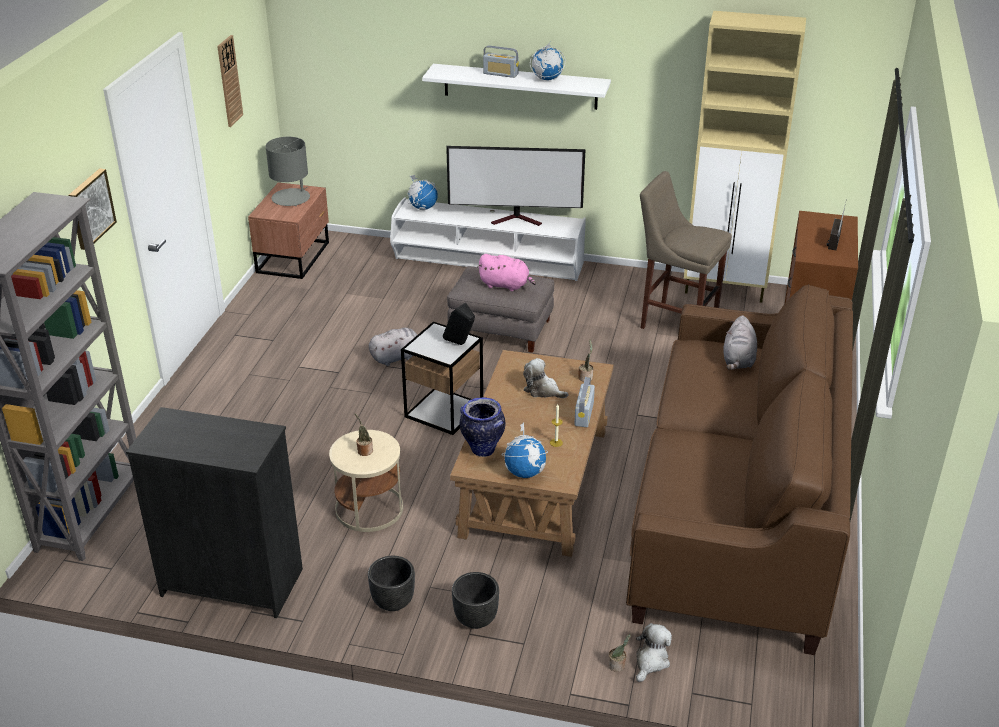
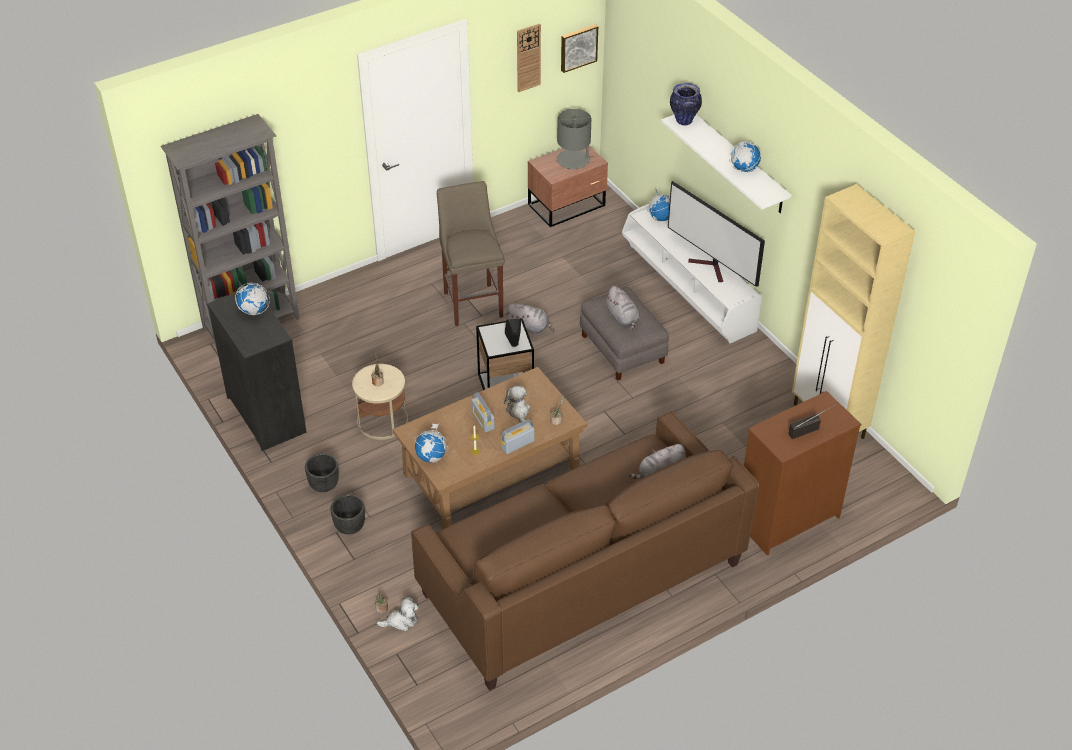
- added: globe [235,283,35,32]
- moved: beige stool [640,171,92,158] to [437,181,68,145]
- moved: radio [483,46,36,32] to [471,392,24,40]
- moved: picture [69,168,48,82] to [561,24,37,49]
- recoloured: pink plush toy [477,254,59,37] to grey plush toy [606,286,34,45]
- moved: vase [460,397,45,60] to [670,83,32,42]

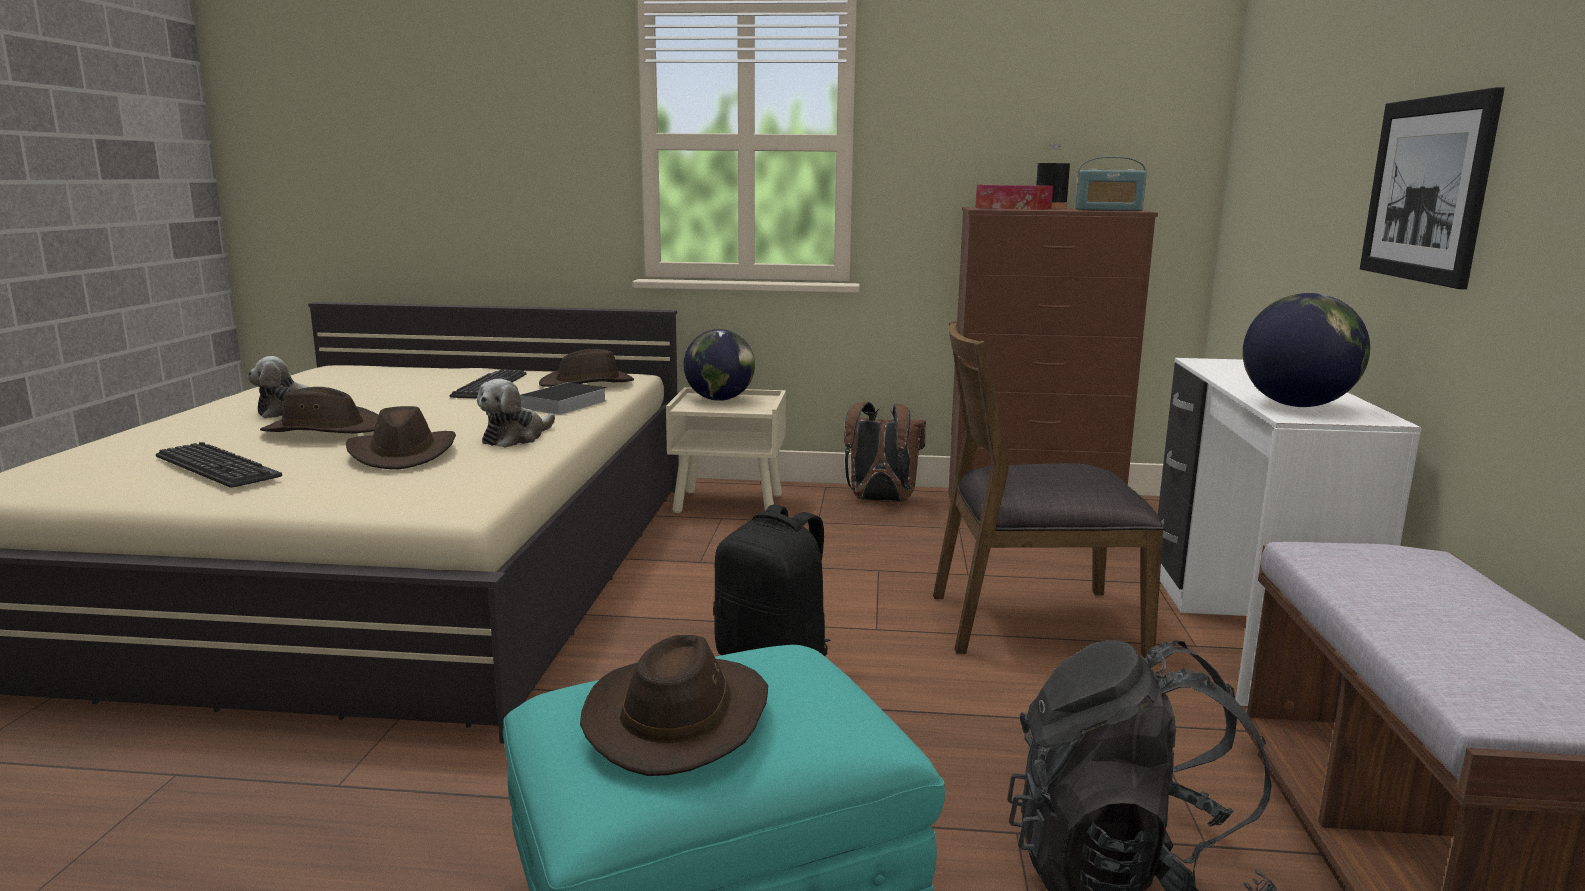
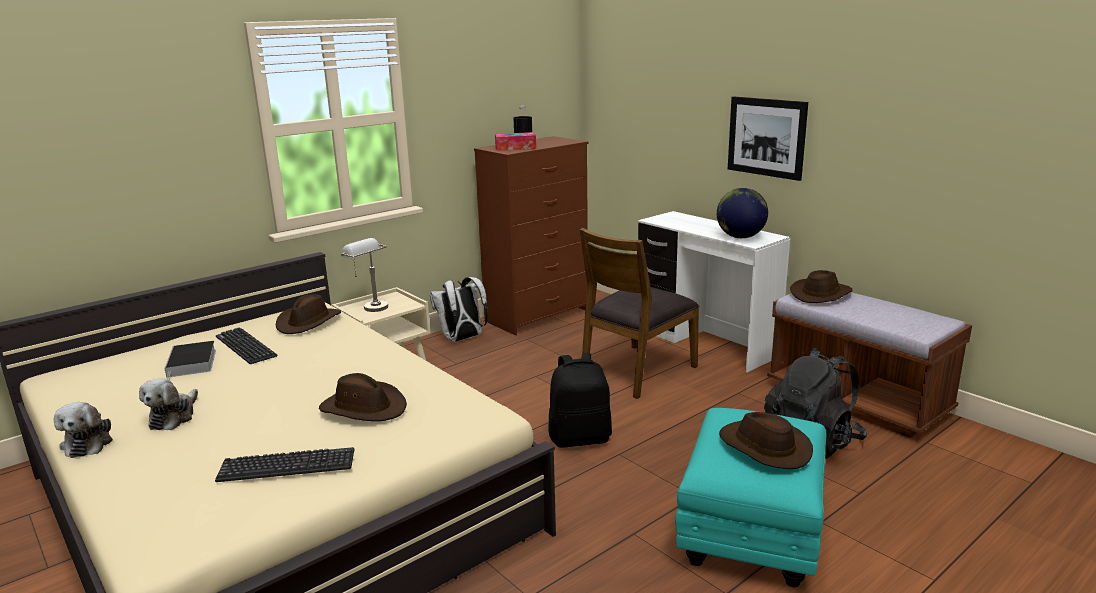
- moved: plush toy [477,379,78,69] to [53,402,60,56]
- moved: book [520,382,87,33] to [164,341,52,40]
- replaced: globe [684,329,71,72] to grey table lamp [341,238,47,74]
- recoloured: brown backpack [844,402,82,100] to white backpack [430,277,58,65]
- moved: brown hat [260,387,119,46] to [790,270,63,33]
- removed: radio [1075,157,72,54]

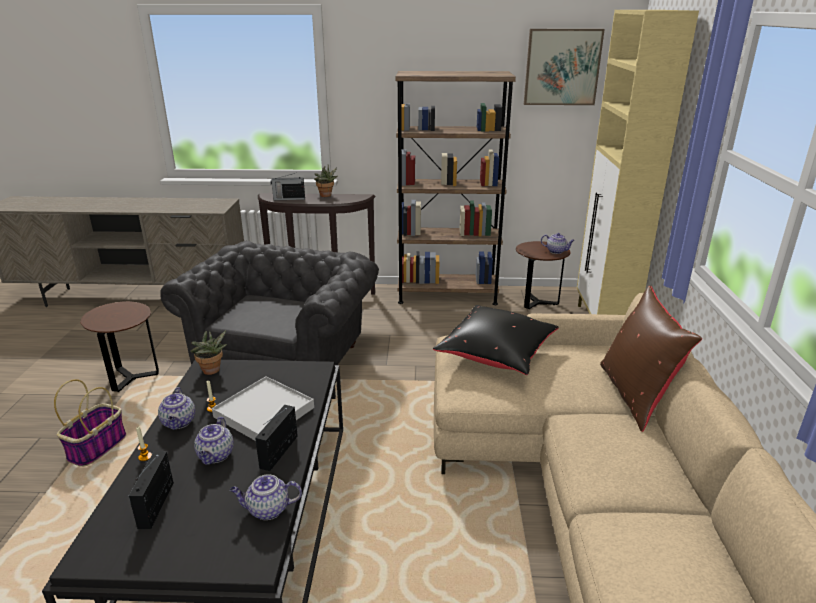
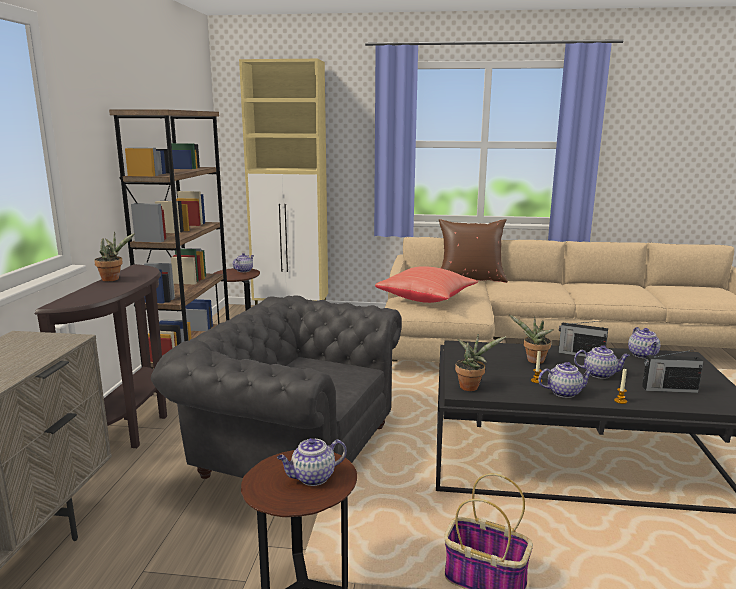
- added: teapot [277,438,70,48]
- recoloured: black pillow [433,305,126,70] to red pillow [375,266,103,37]
- replaced: white tray [212,376,102,65] to potted plant [509,315,45,49]
- removed: radio [271,173,34,27]
- removed: picture [524,29,81,76]

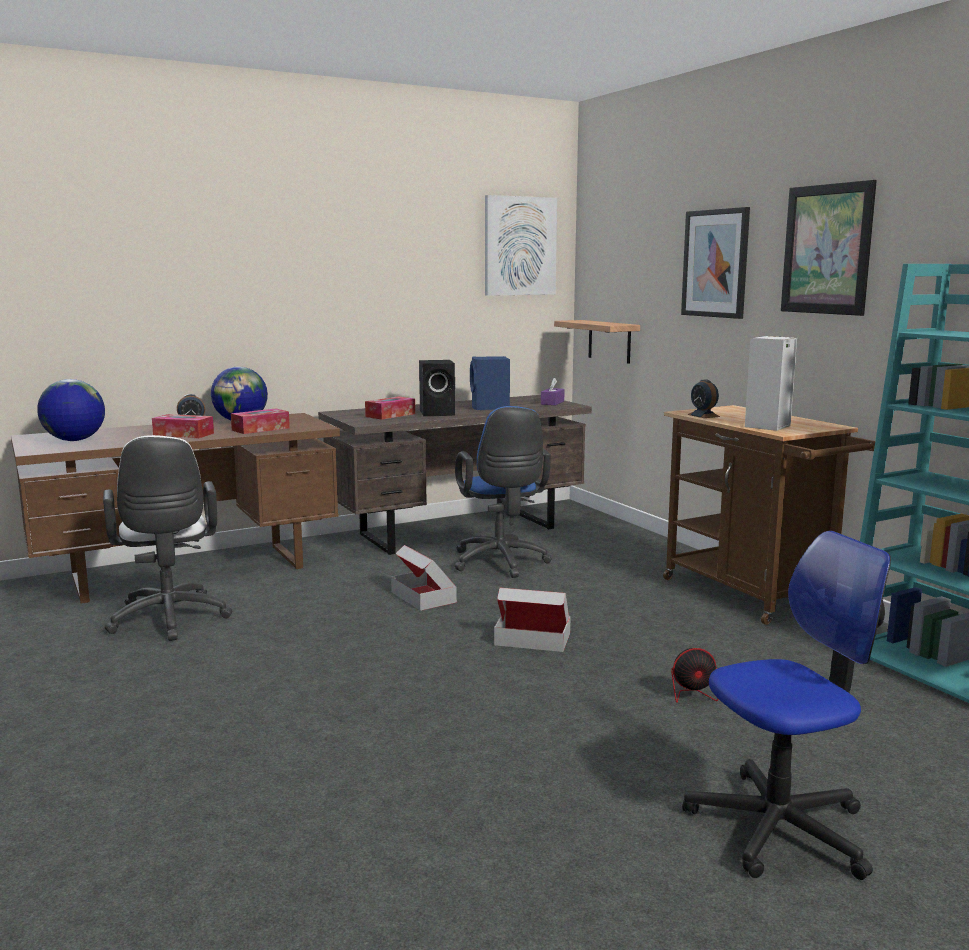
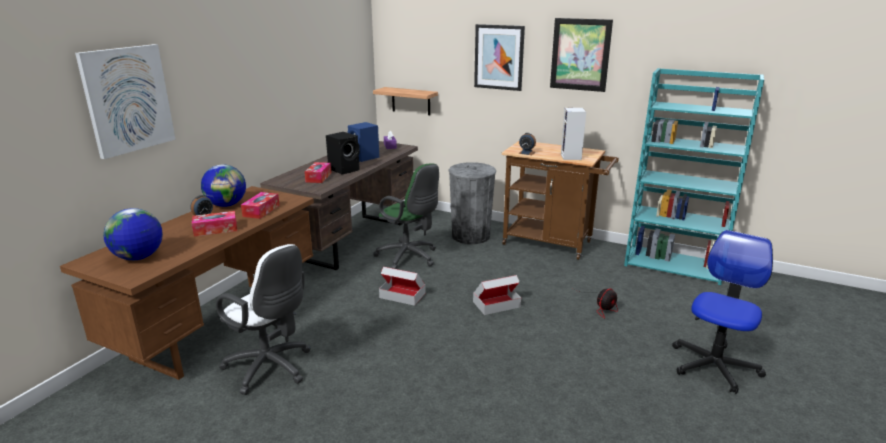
- moved: picture [485,195,72,101] to [75,44,101,115]
- recoloured: blue office chair [454,406,98,172] to green office chair [373,163,66,106]
- added: grey trash can [448,162,48,82]

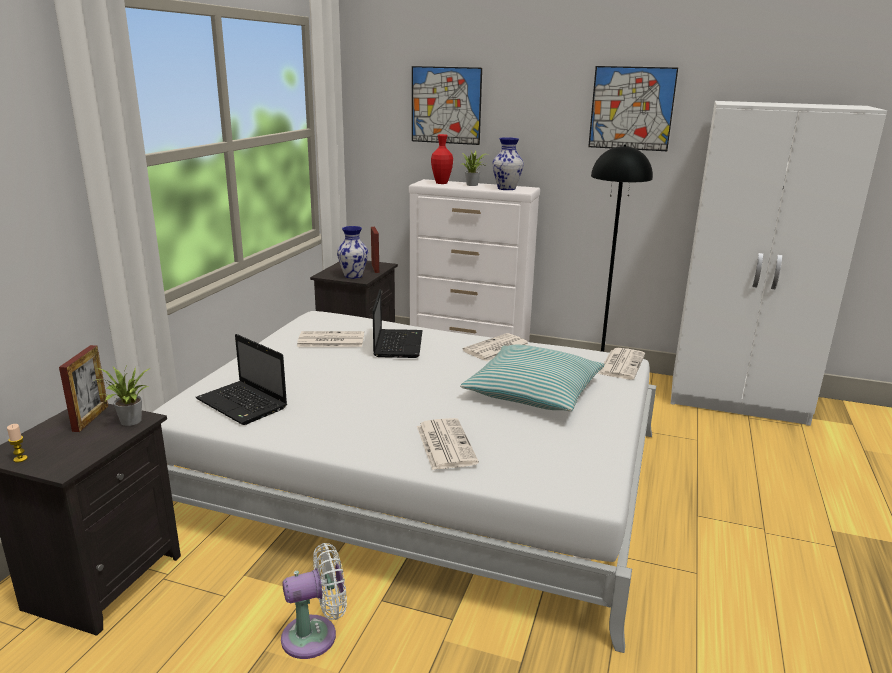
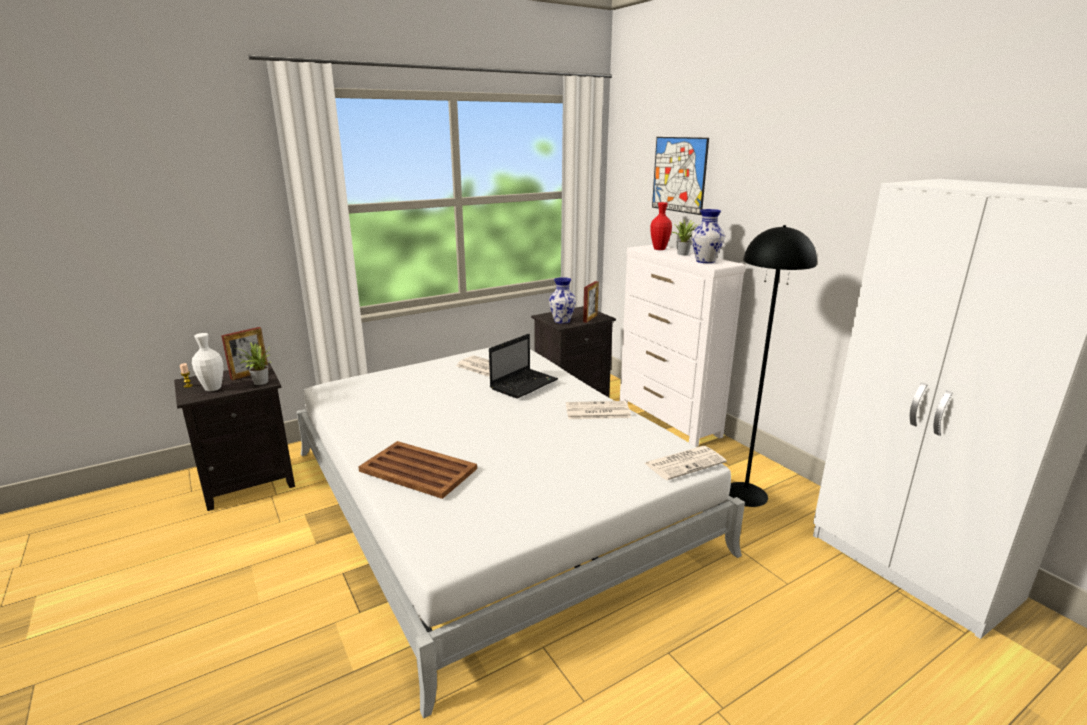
- added: white vase [192,333,31,58]
- replaced: newspaper [417,418,62,52] to brown tray [358,441,119,58]
- removed: laptop [196,334,91,91]
- removed: white fan [281,543,66,116]
- removed: pillow [460,345,145,66]
- removed: picture [588,66,90,85]

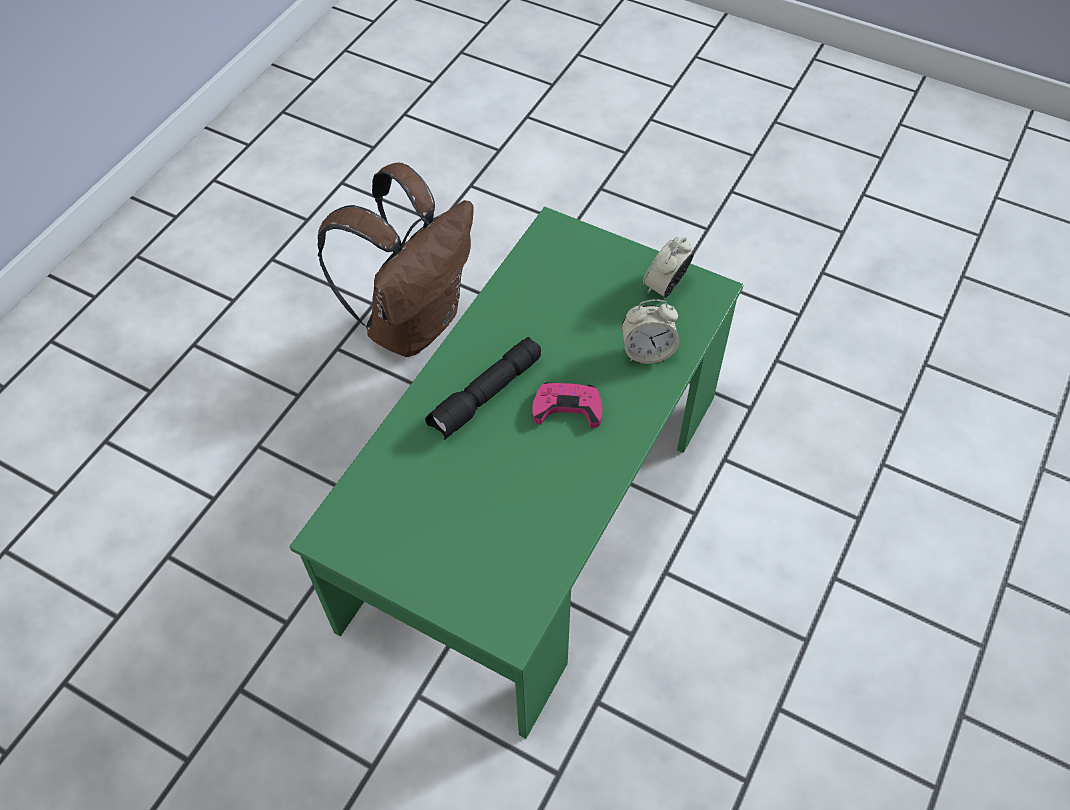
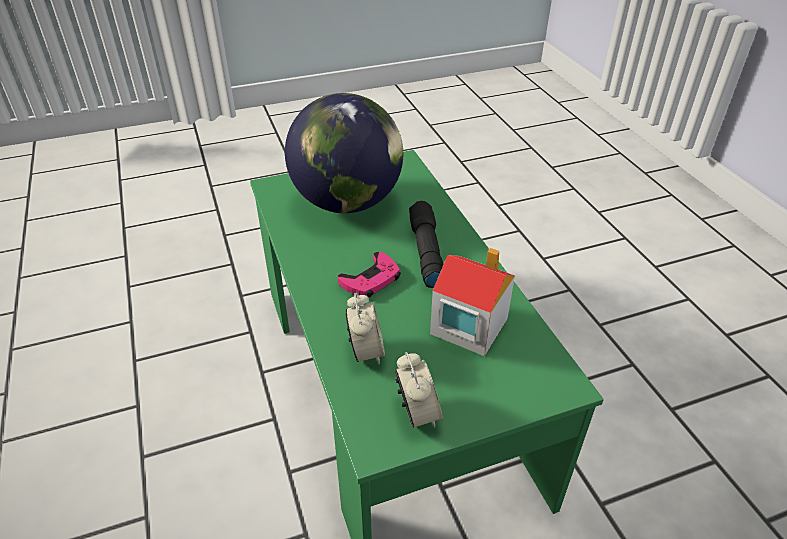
- added: globe [285,93,118,120]
- turned: alarm clock [622,299,58,65] = [345,293,40,72] 135 degrees clockwise
- added: toy house [430,248,85,108]
- removed: brown backpack [318,162,155,195]

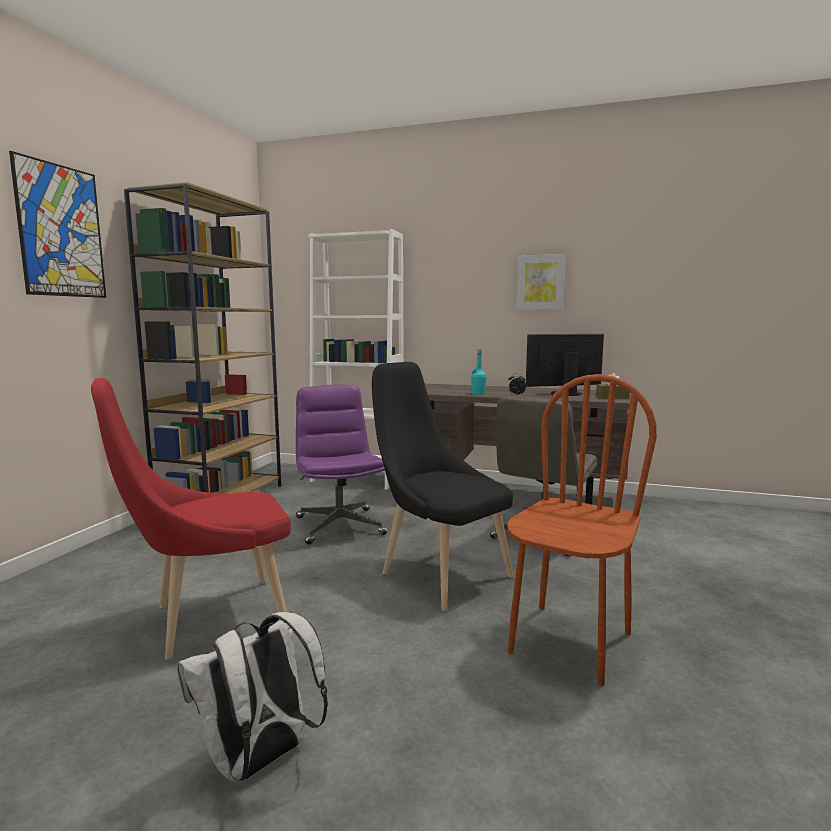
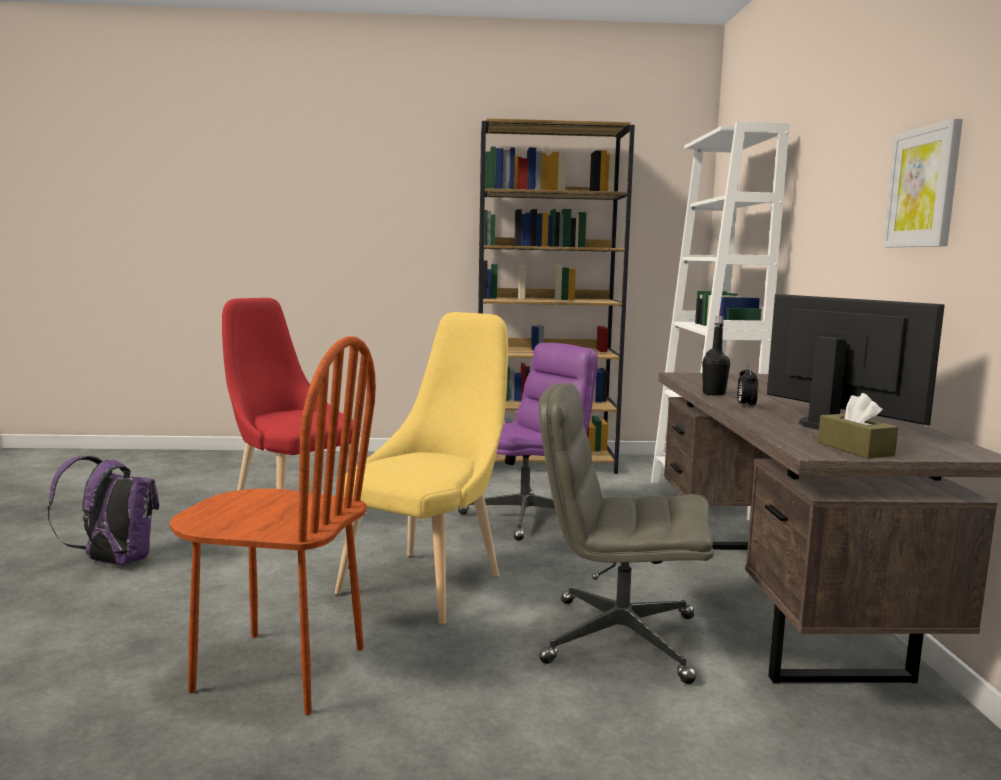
- recoloured: white backpack [177,612,151,171] to purple backpack [47,456,112,109]
- recoloured: black chair [372,362,141,249] to yellow chair [335,312,173,312]
- recoloured: turquoise bottle [471,349,16,46] to black bottle [702,316,28,80]
- removed: picture [9,151,97,147]

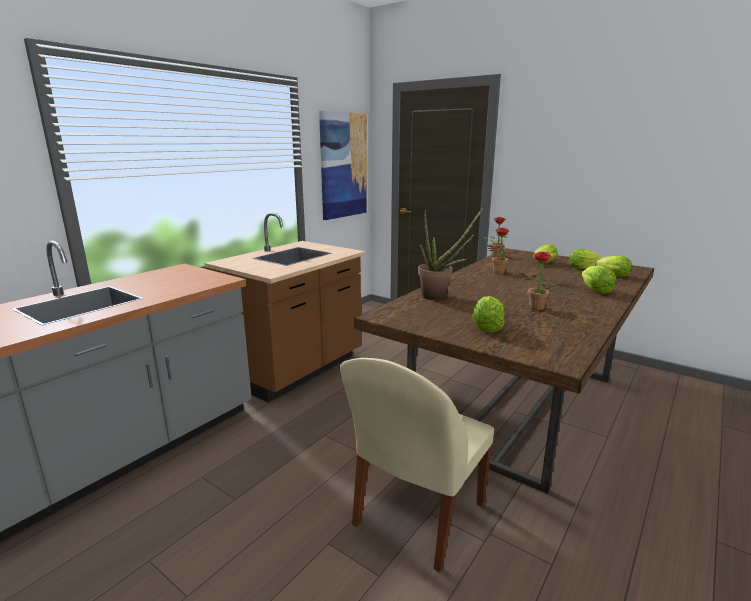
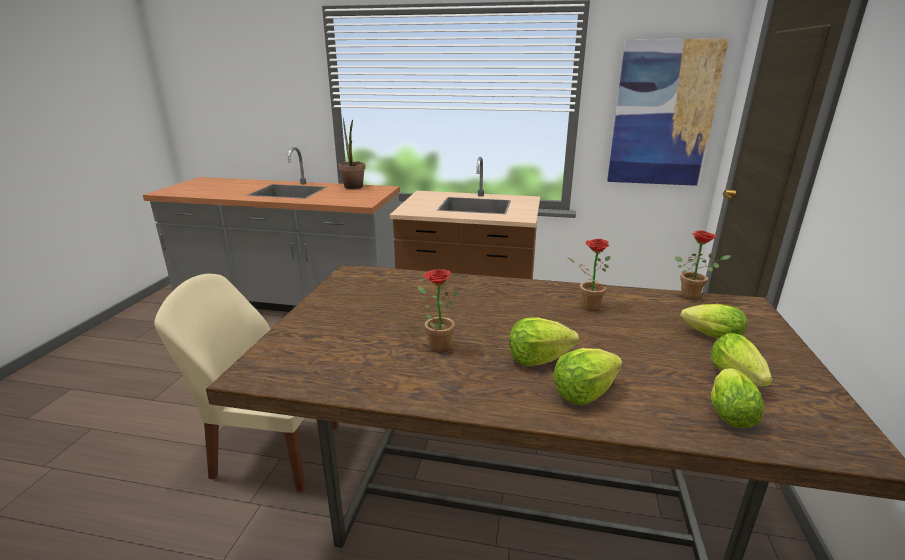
- moved: potted plant [418,208,65,92] to [339,118,27,71]
- moved: lettuce [472,296,32,36] to [509,317,70,49]

